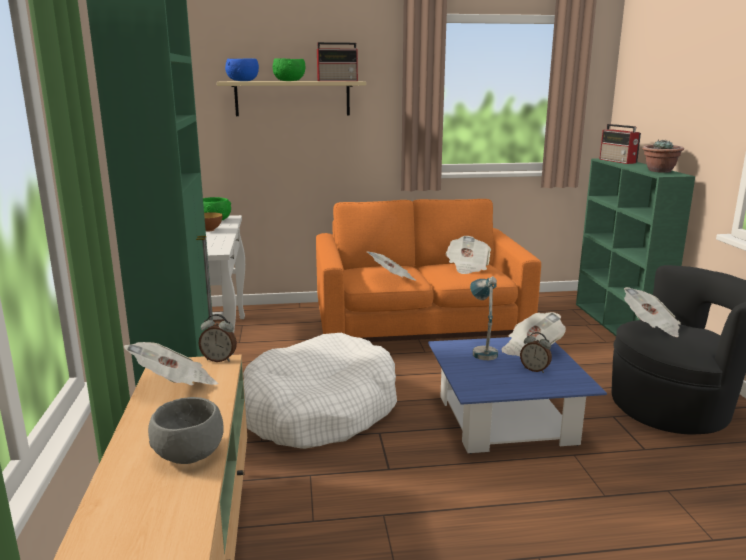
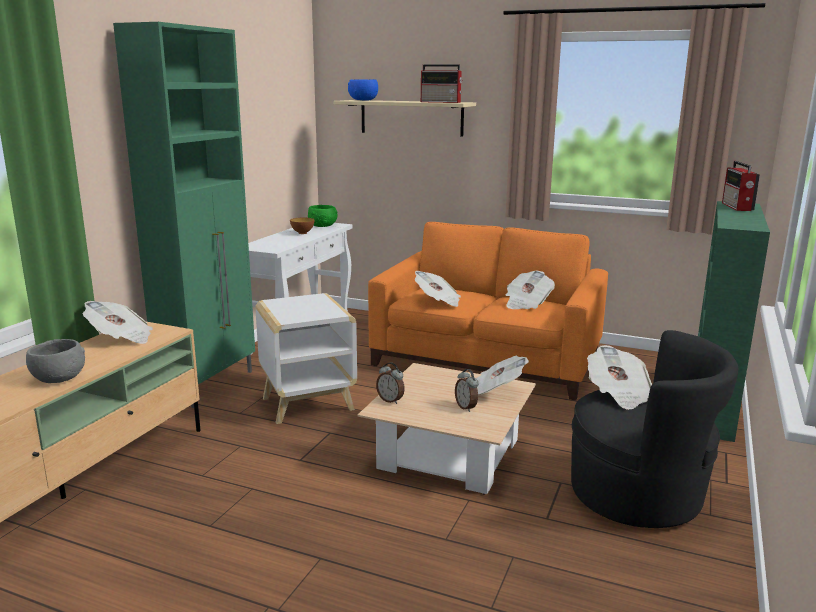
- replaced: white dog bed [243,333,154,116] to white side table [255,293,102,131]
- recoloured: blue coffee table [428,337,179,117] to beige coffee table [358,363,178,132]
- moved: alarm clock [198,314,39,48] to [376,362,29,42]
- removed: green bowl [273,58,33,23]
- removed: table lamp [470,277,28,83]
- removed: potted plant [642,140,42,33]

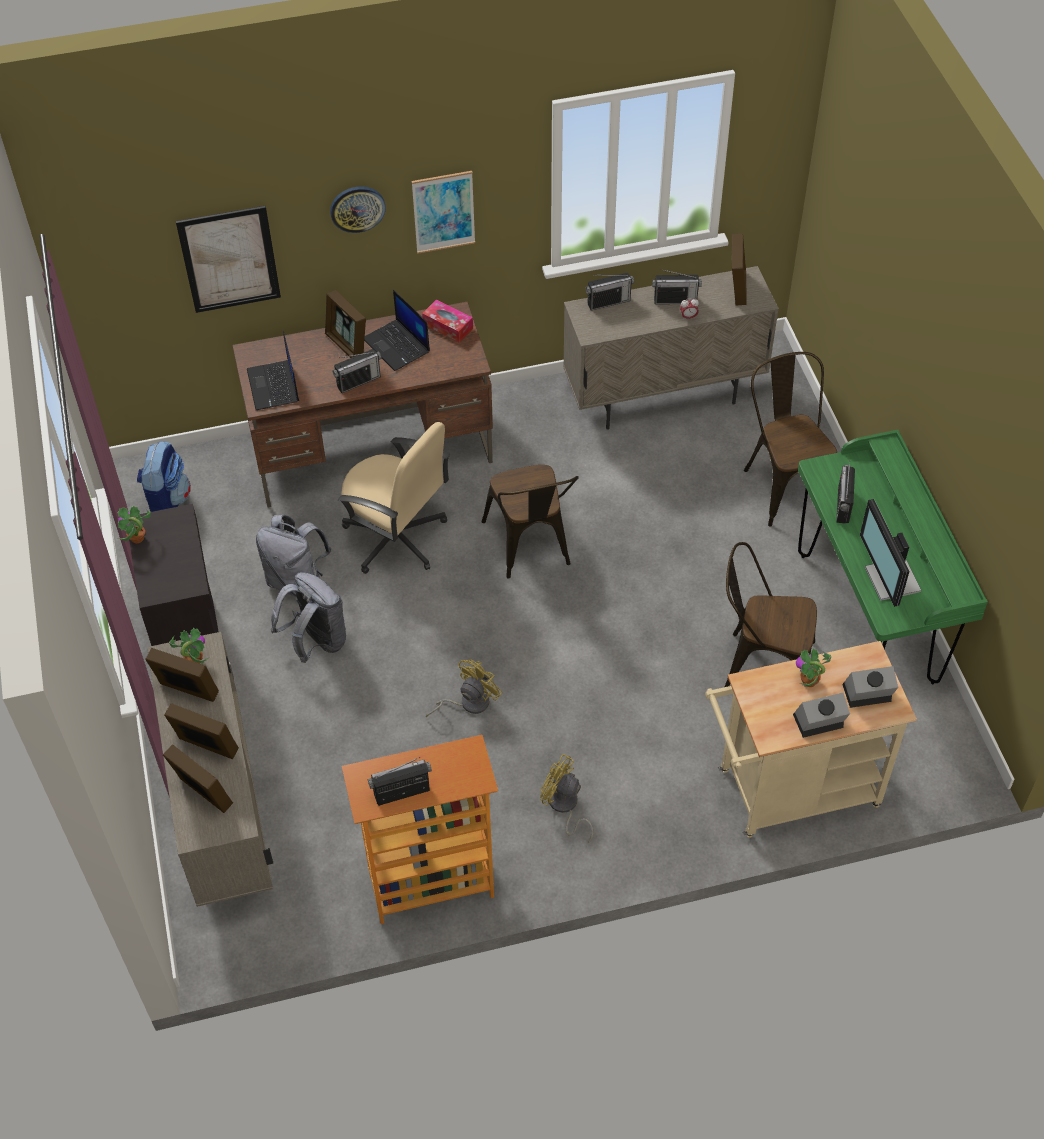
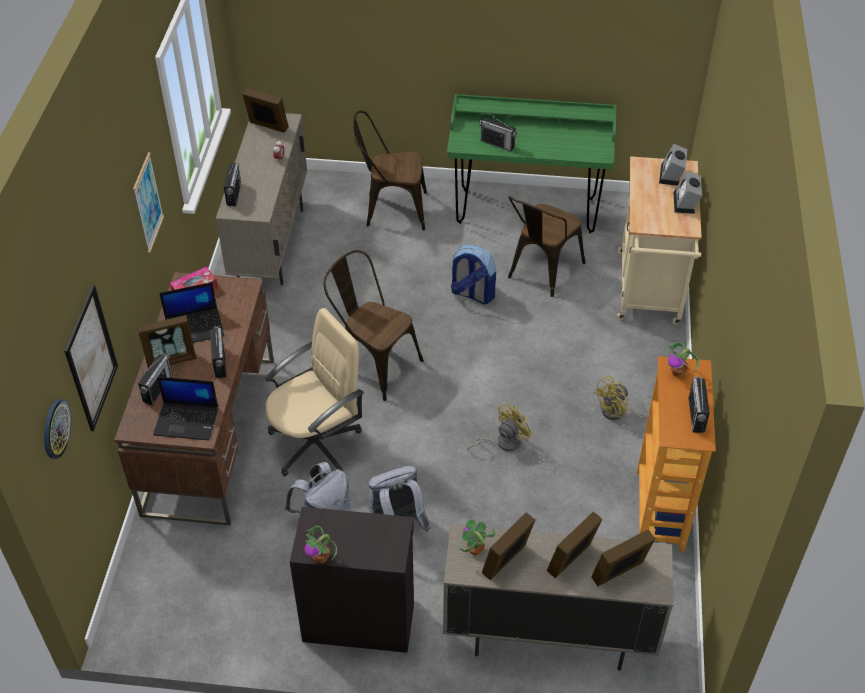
- moved: wall clock [330,187,56,46] to [44,399,27,60]
- moved: radio [652,269,50,35] to [138,354,35,51]
- turned: brown chair [482,465,97,114] = [323,250,101,151] 150 degrees counterclockwise
- moved: backpack [137,441,54,71] to [451,245,45,59]
- turned: yellow fan [426,659,77,58] = [467,404,66,47] 75 degrees clockwise
- moved: potted plant [796,649,35,38] to [667,342,32,35]
- removed: monitor [860,499,61,108]

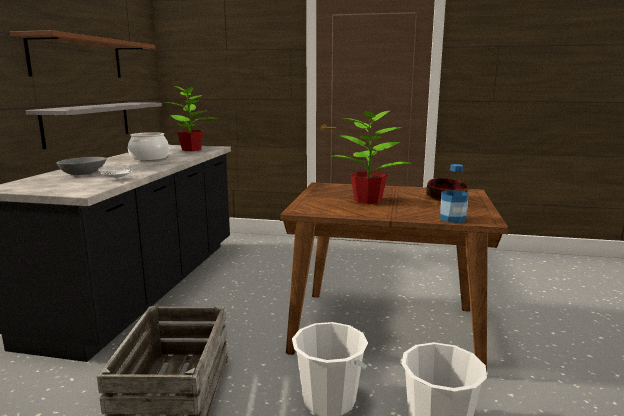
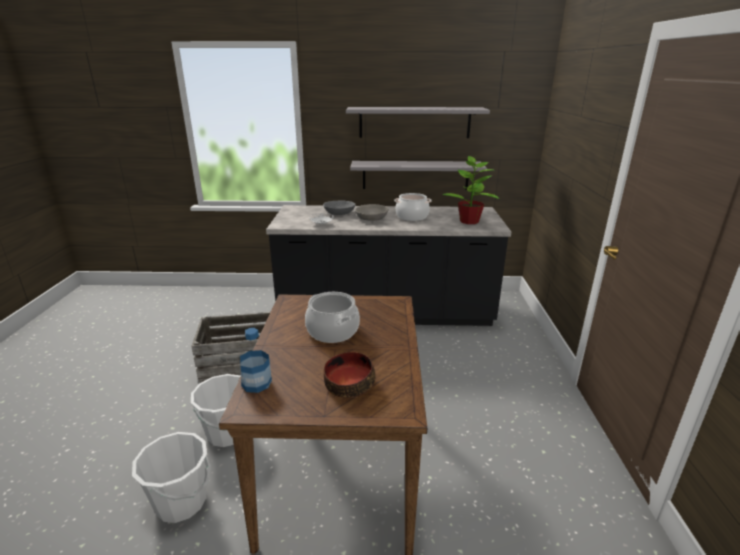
- replaced: potted plant [331,104,81,100] to cooking pot [305,292,55,51]
- recoloured: brown shelf [10,30,145,48] to grey shelf [346,107,144,31]
- added: grey bowl [355,204,34,17]

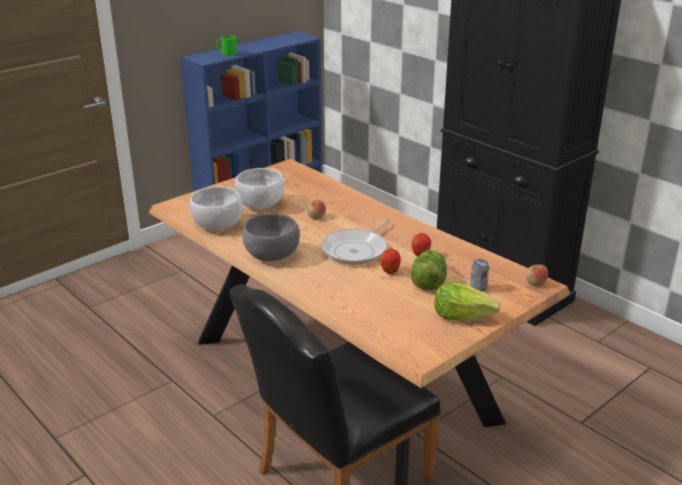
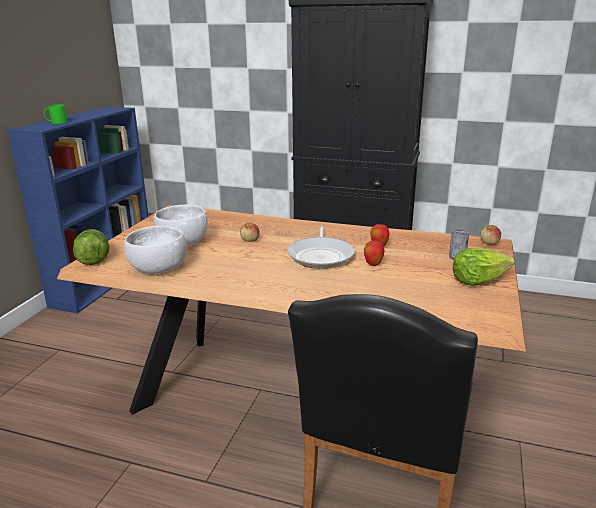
- moved: lettuce [411,249,36,42] to [73,229,37,36]
- removed: grey bowl [243,214,57,47]

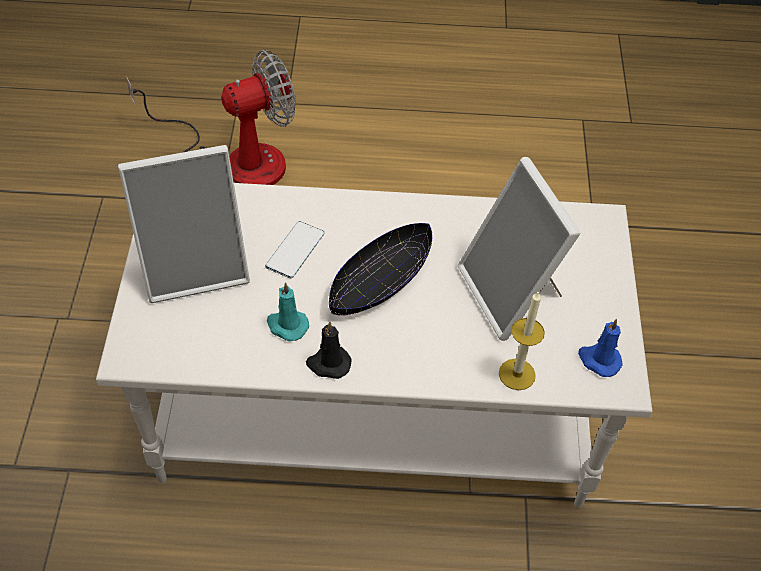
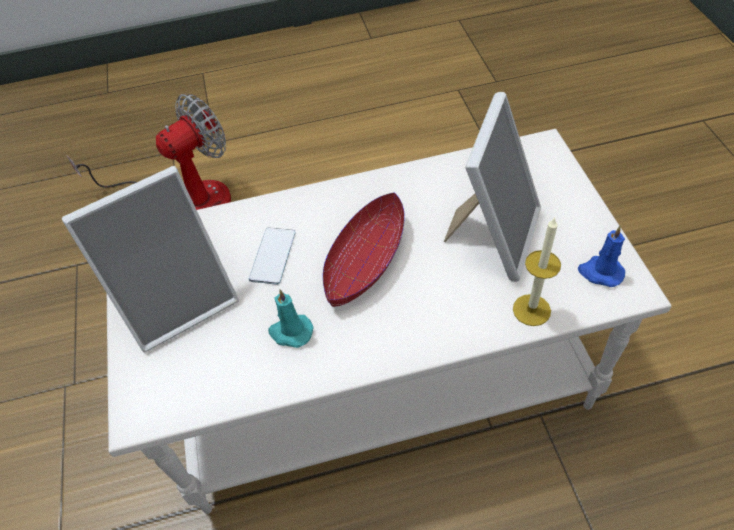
- recoloured: black bowl [329,223,103,93] to red bowl [323,193,82,114]
- turned: picture frame [458,157,123,184] = [444,92,97,190] 120 degrees counterclockwise
- removed: black candle [306,321,45,58]

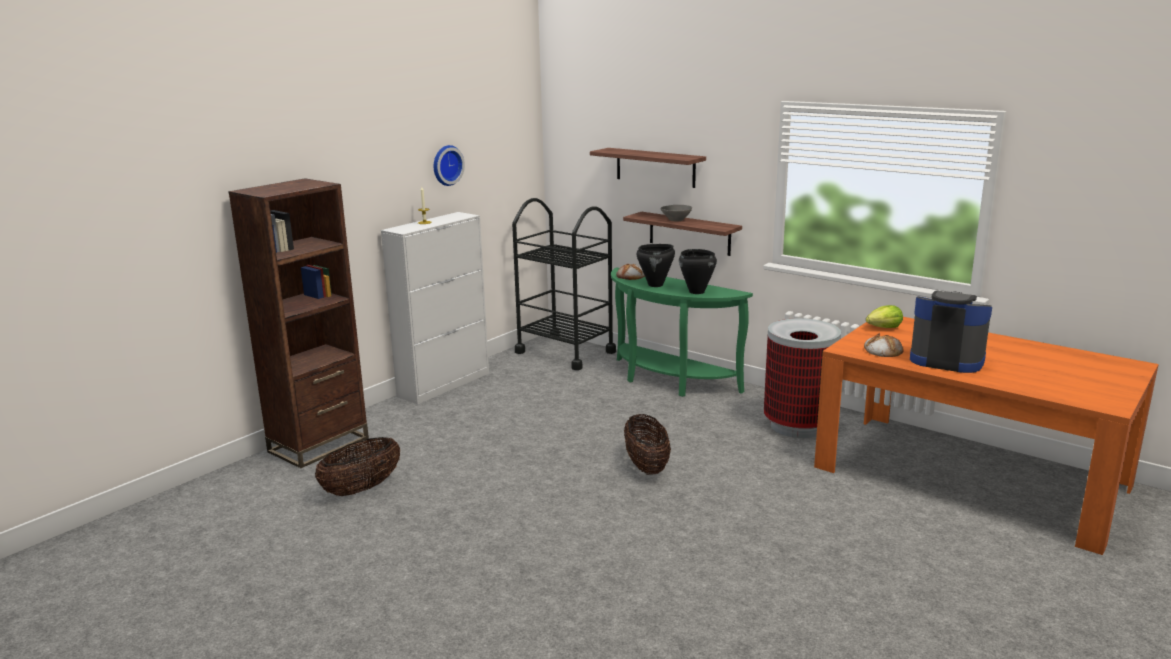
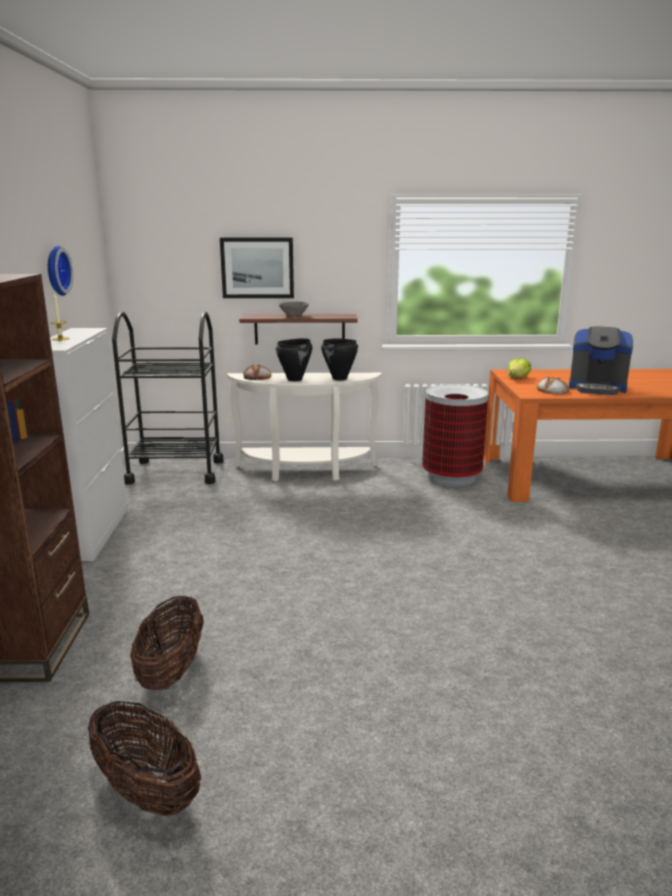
- moved: basket [624,414,47,61] to [88,700,113,116]
- replaced: shelf [590,148,116,40] to picture [220,237,74,61]
- recoloured: green console table [611,267,142,130] to white console table [227,373,154,108]
- turned: coffee machine [910,291,82,82] = [569,327,64,68] 150 degrees counterclockwise

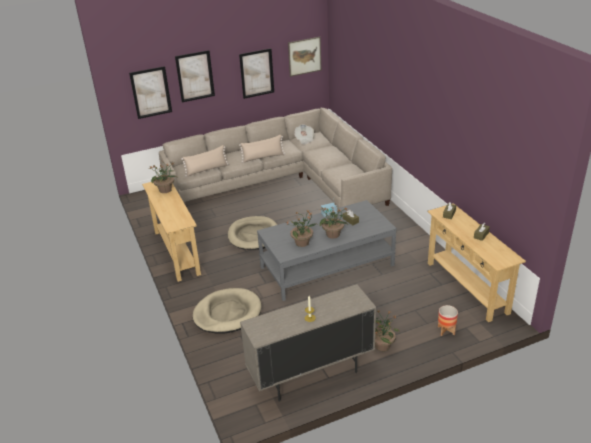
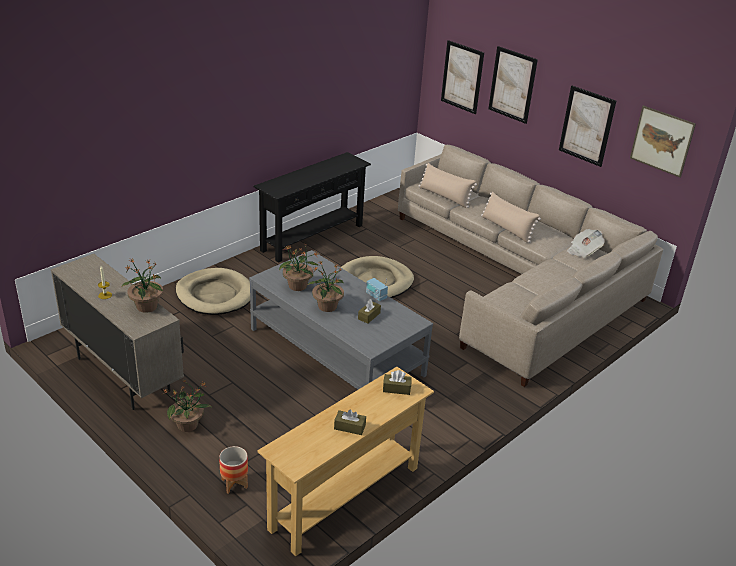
- moved: potted plant [149,161,28,32] to [121,259,43,54]
- recoloured: beige console table [142,182,59,100] to black console table [253,152,118,111]

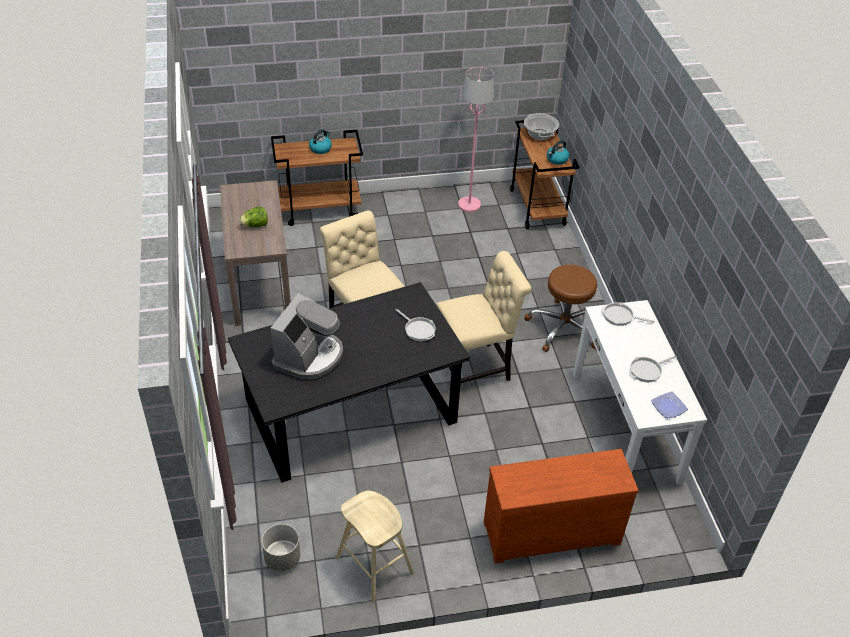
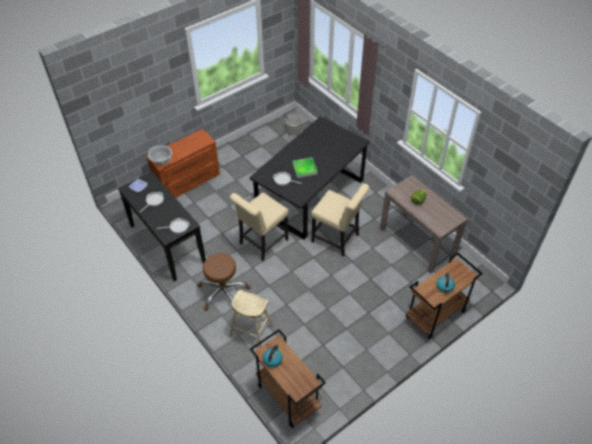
- recoloured: white console table [573,300,134,185] to black console table [118,171,88,110]
- moved: cooking pot [524,113,35,27] to [148,145,24,20]
- moved: beige stool [336,491,78,111] to [230,290,44,57]
- added: tray [292,158,26,20]
- removed: coffee machine [271,293,72,86]
- removed: pink floor lamp [458,67,36,145]

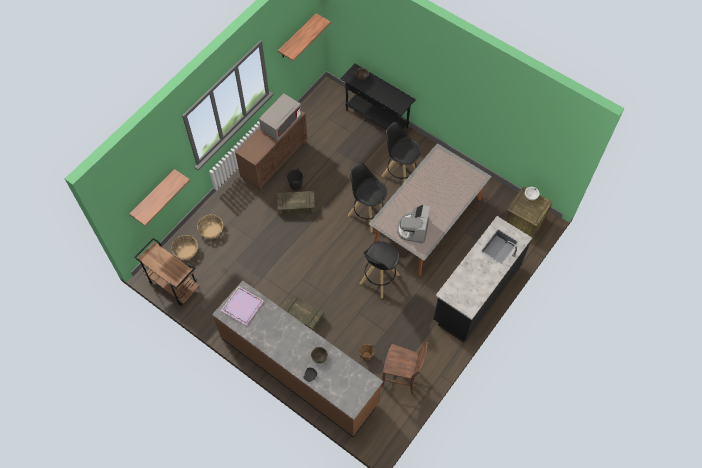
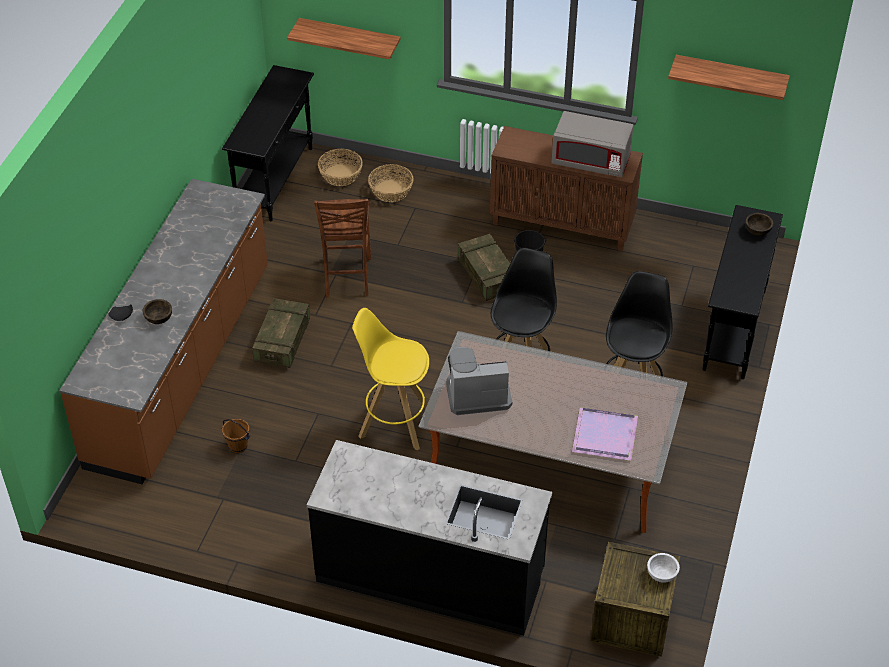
- replaced: brown cart [134,238,66,68] to black console table [222,65,92,156]
- moved: brown chair [381,342,47,53] to [314,199,57,99]
- recoloured: black stool [359,241,41,58] to yellow stool [352,308,77,143]
- moved: purple tray [221,286,43,40] to [572,407,66,54]

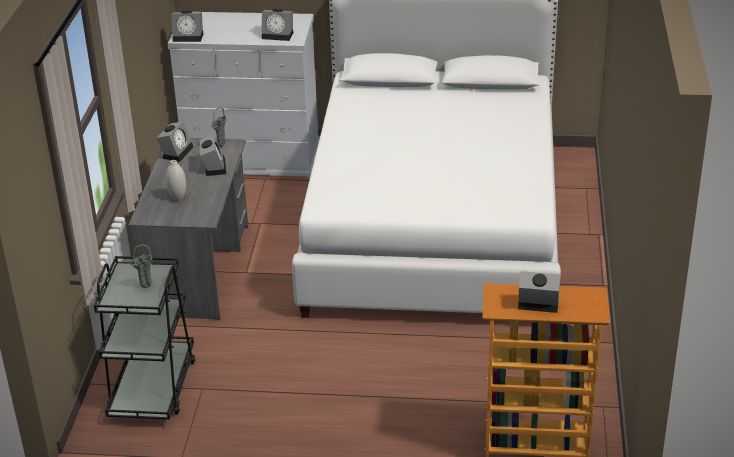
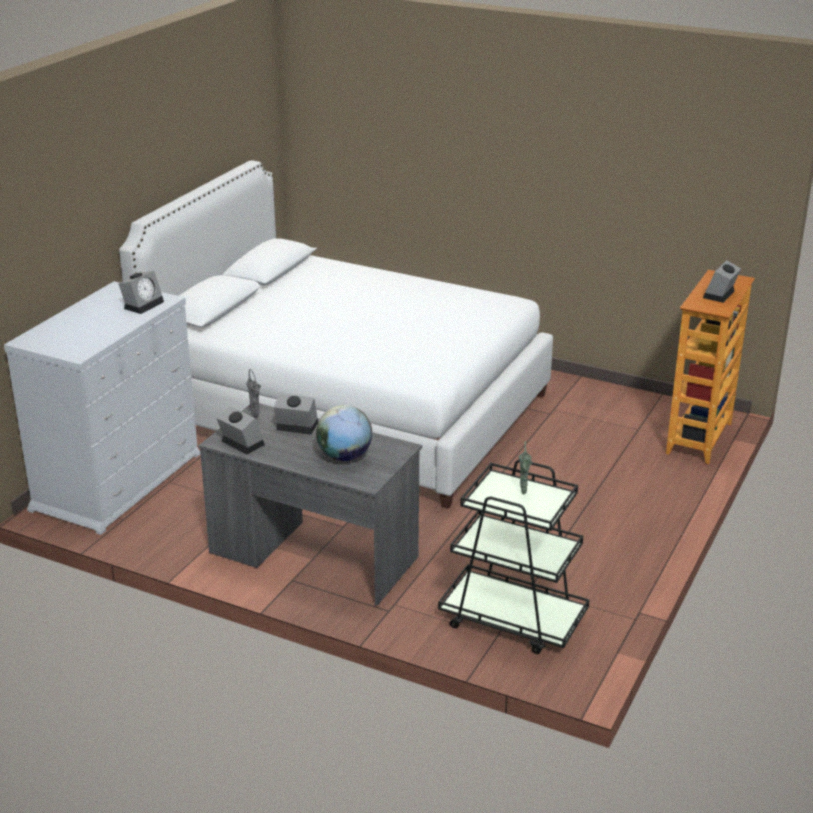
- replaced: white vase [166,160,20,41] to globe [316,405,56,56]
- removed: alarm clock [171,10,33,32]

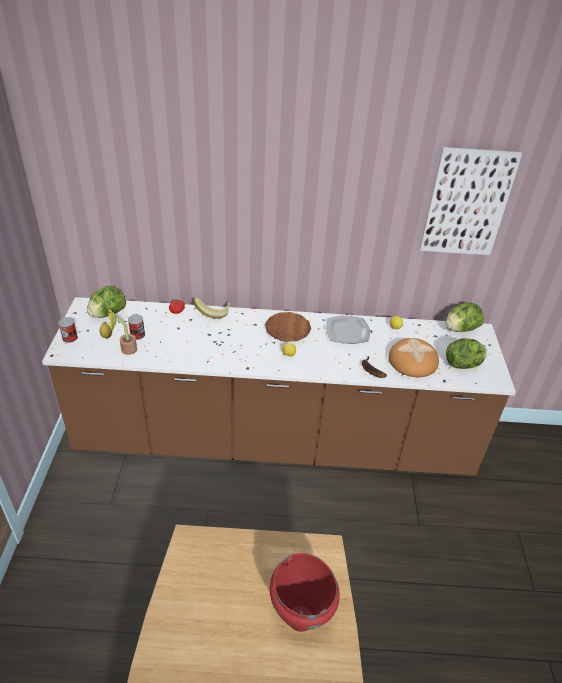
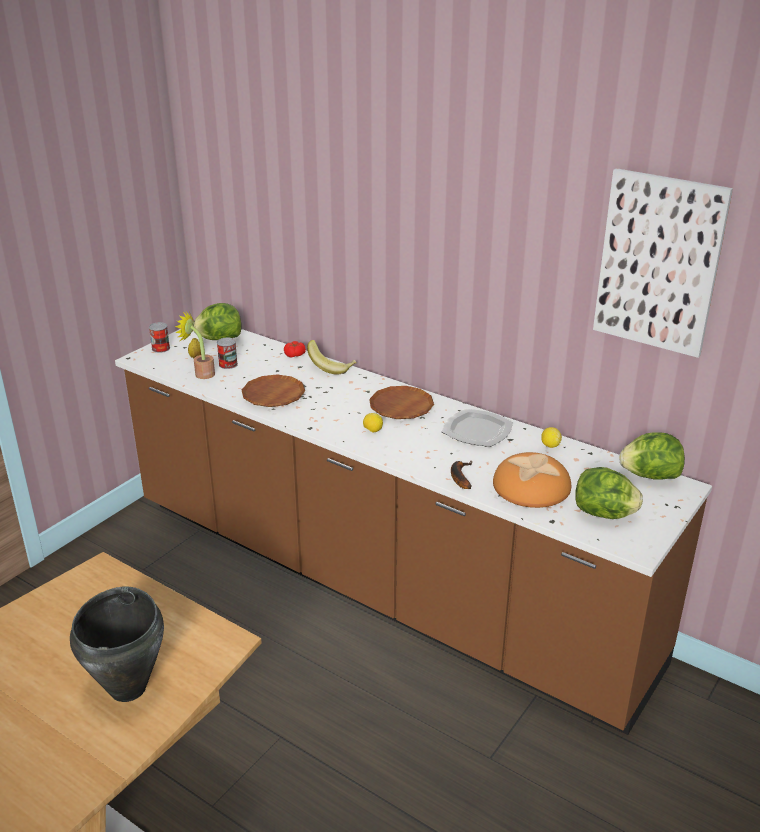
- recoloured: red cooking pot [270,553,70,79] to black cooking pot [70,586,94,116]
- added: brown plate [242,374,63,33]

